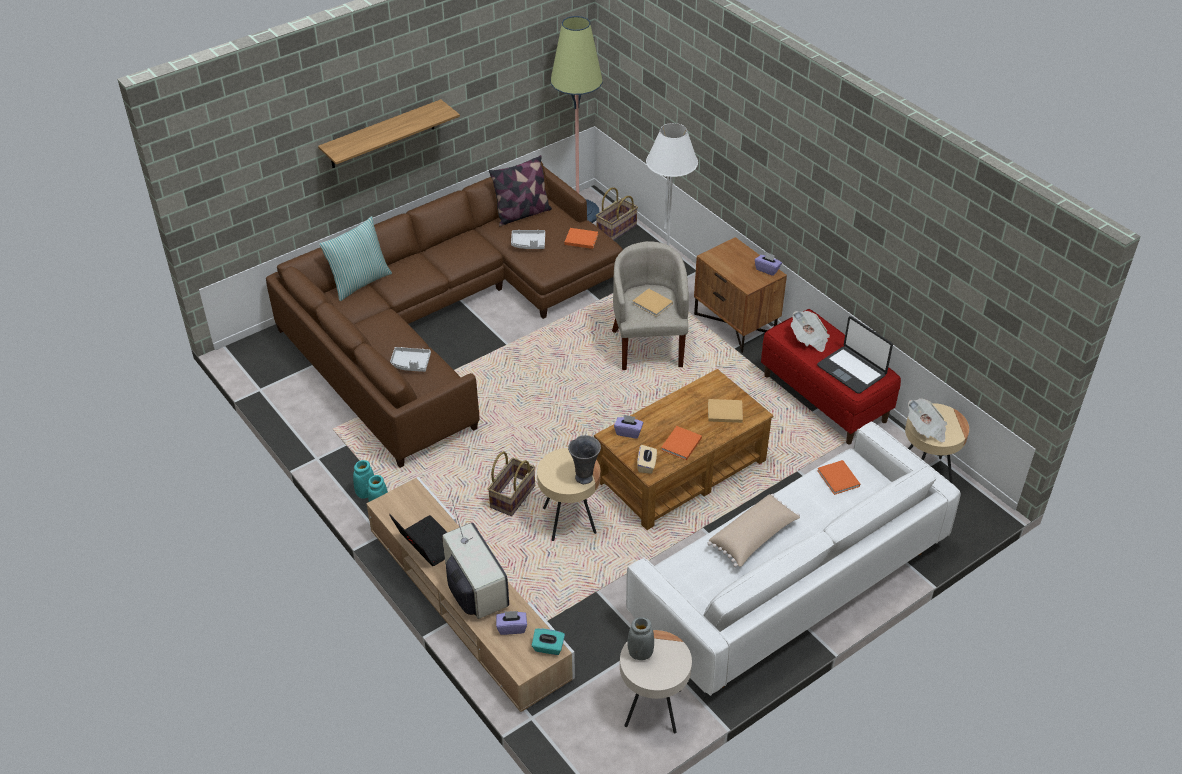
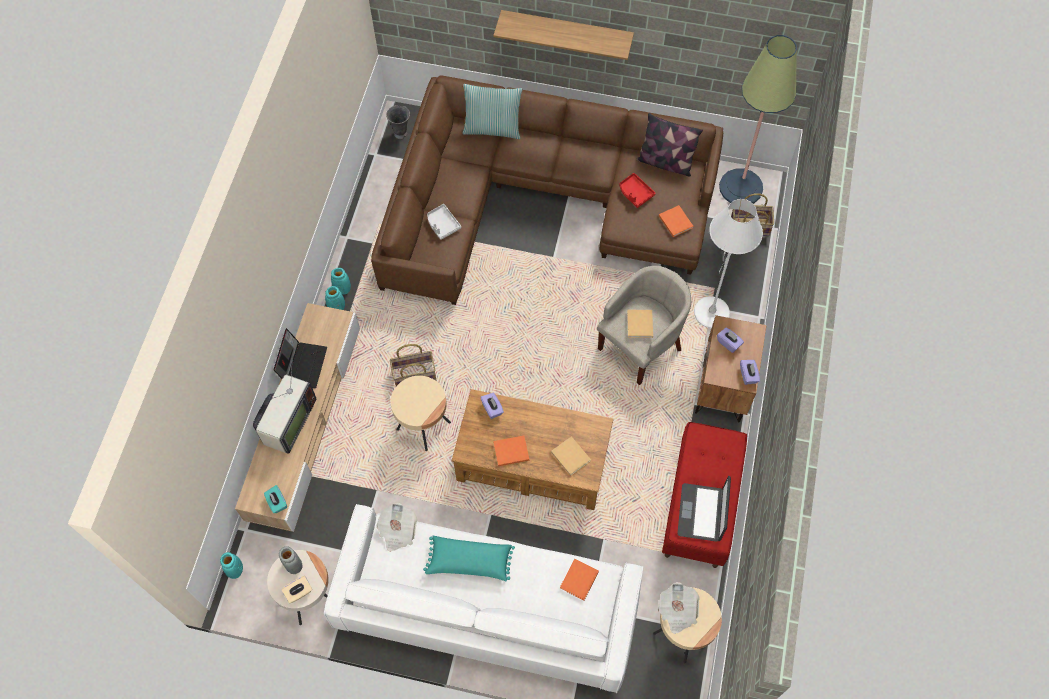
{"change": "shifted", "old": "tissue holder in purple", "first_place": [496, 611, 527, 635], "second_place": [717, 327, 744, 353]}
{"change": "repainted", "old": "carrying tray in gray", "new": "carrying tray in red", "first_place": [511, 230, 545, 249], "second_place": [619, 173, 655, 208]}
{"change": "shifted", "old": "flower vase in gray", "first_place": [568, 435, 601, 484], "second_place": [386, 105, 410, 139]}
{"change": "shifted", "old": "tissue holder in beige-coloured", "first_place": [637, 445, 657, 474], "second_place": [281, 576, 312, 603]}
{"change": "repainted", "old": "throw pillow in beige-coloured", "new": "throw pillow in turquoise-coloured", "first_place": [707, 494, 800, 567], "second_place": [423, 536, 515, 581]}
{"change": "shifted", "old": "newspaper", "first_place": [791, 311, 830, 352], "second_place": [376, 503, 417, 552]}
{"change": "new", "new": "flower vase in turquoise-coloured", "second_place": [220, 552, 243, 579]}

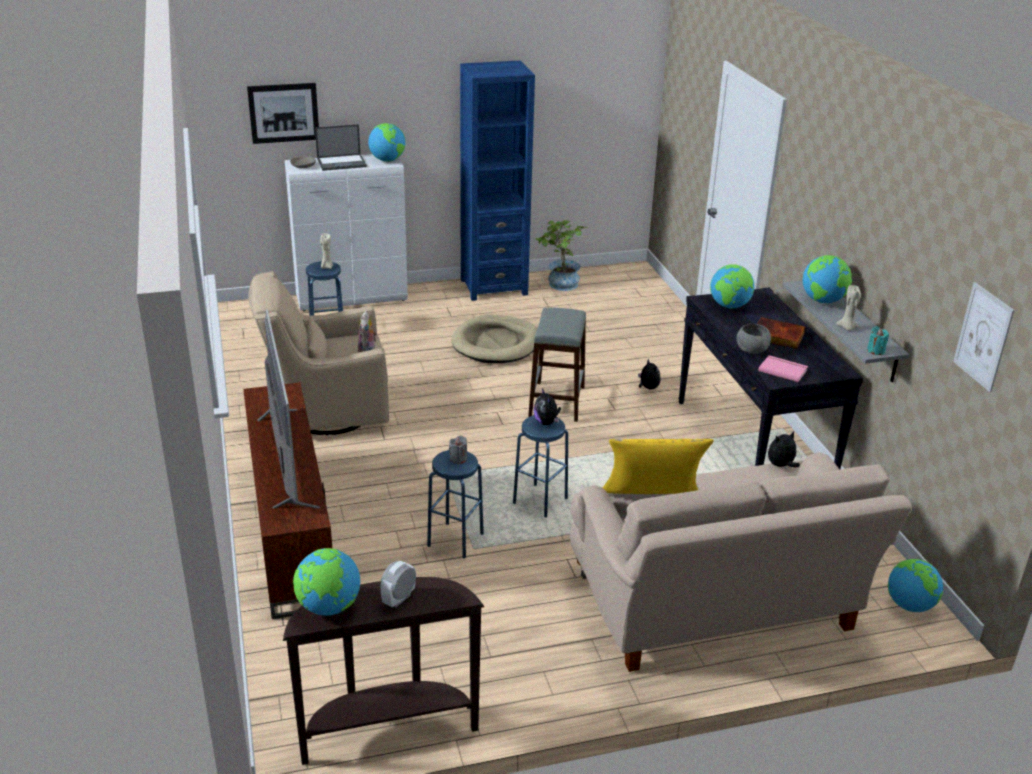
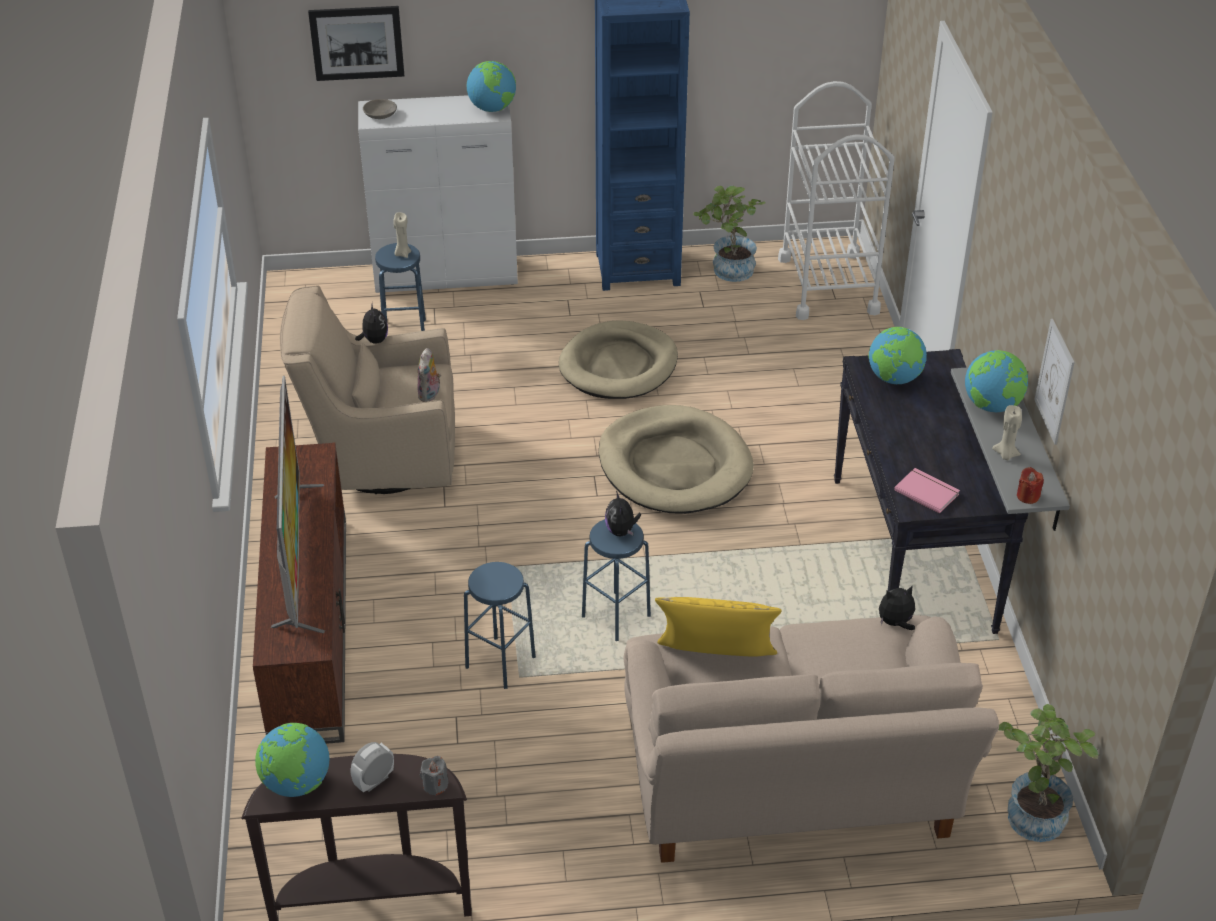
{"change": "gone", "old": "portable computer", "first_place": [315, 124, 367, 171]}
{"change": "shifted", "old": "wax light in gray", "first_place": [449, 436, 467, 464], "second_place": [420, 756, 449, 796]}
{"change": "swapped", "old": "stool in gray", "new": "dog cushion in beige-coloured", "first_place": [528, 307, 586, 422], "second_place": [599, 405, 754, 514]}
{"change": "shifted", "old": "cuddly toy", "first_place": [638, 359, 660, 389], "second_place": [355, 302, 388, 343]}
{"change": "gone", "old": "bowl in gray", "first_place": [737, 324, 771, 354]}
{"change": "gone", "old": "bound book", "first_place": [758, 317, 806, 349]}
{"change": "repainted", "old": "wax light in turquoise-coloured", "new": "wax light in red", "first_place": [867, 326, 889, 355], "second_place": [1017, 467, 1044, 504]}
{"change": "swapped", "old": "desk globe", "new": "plant in a pot", "first_place": [888, 559, 943, 612], "second_place": [998, 704, 1098, 842]}
{"change": "shifted", "old": "wall art", "first_place": [953, 282, 1014, 392], "second_place": [1034, 319, 1075, 444]}
{"change": "new", "new": "wheeled cart in white-coloured", "second_place": [778, 81, 895, 320]}

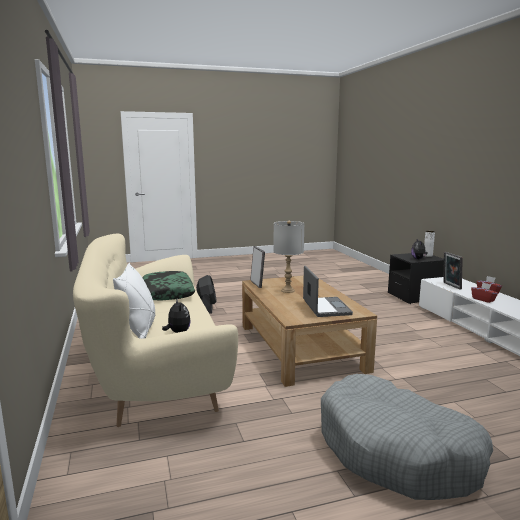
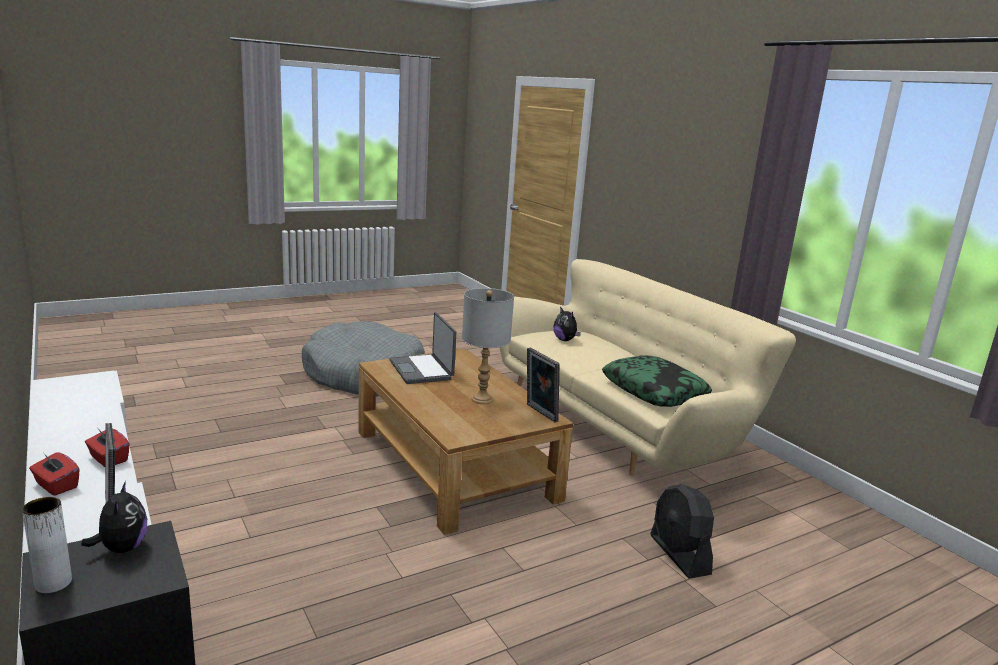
{"change": "gone", "old": "throw pillow in white-coloured", "first_place": [113, 263, 155, 339]}

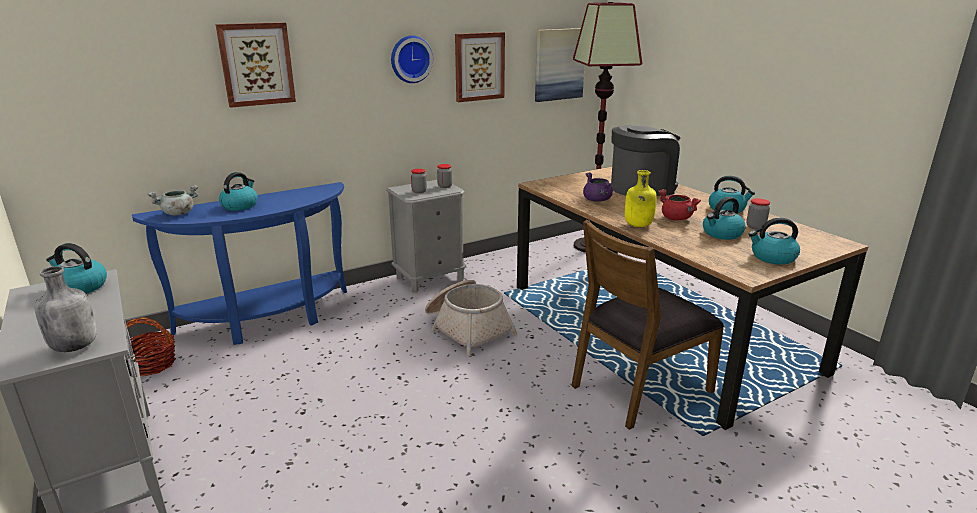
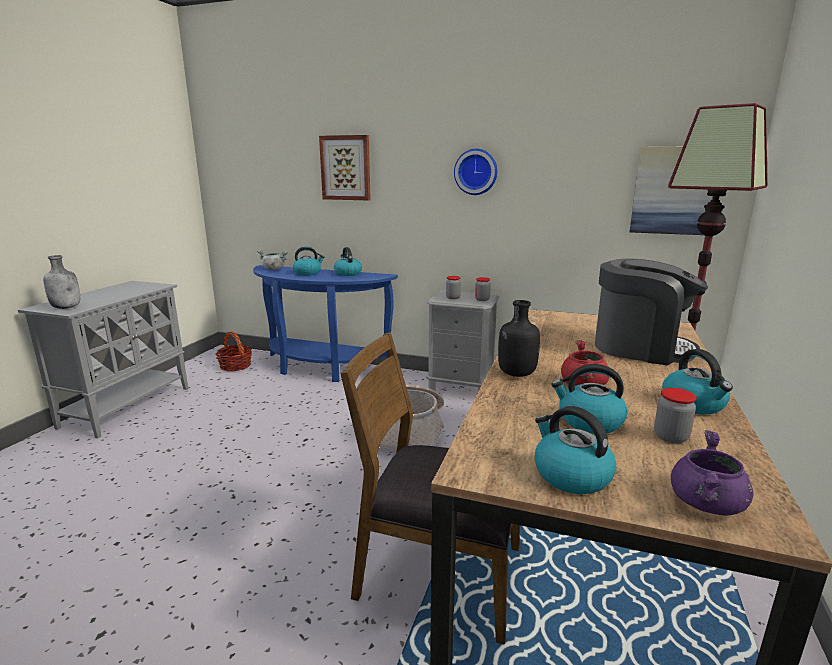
{"change": "shifted", "old": "kettle", "first_place": [46, 243, 107, 294], "second_place": [334, 247, 362, 276]}
{"change": "gone", "old": "wall art", "first_place": [455, 32, 505, 102]}
{"change": "shifted", "old": "cooking pot in purple", "first_place": [583, 172, 613, 201], "second_place": [671, 430, 754, 516]}
{"change": "repainted", "old": "bottle in yellow", "new": "bottle in black-coloured", "first_place": [625, 170, 657, 227], "second_place": [498, 300, 540, 377]}

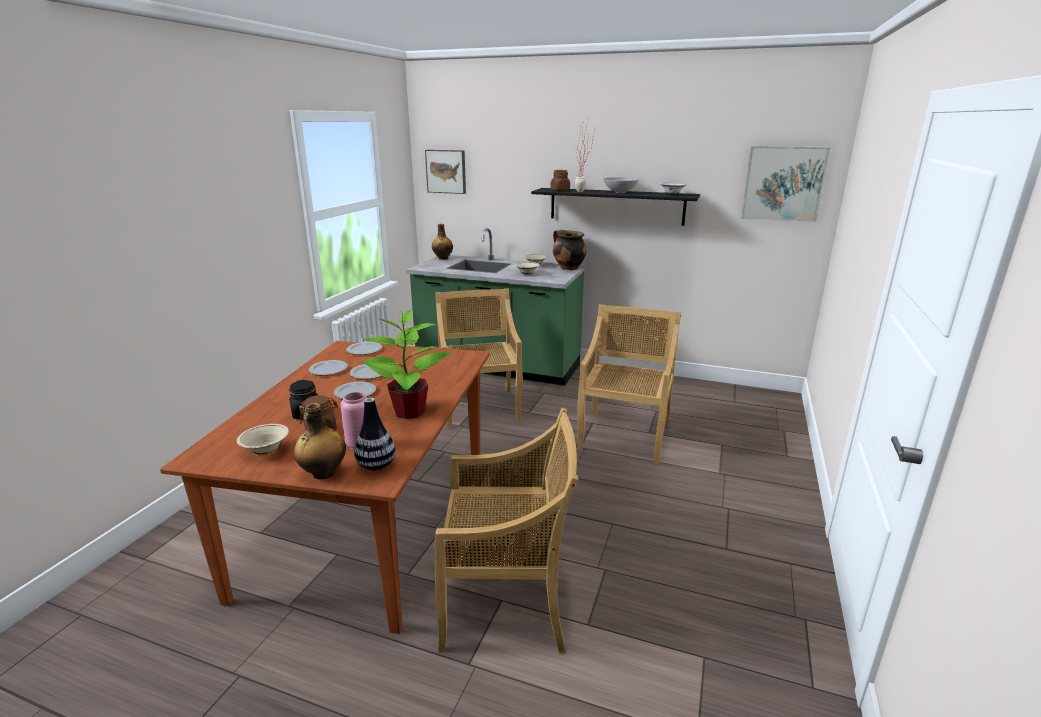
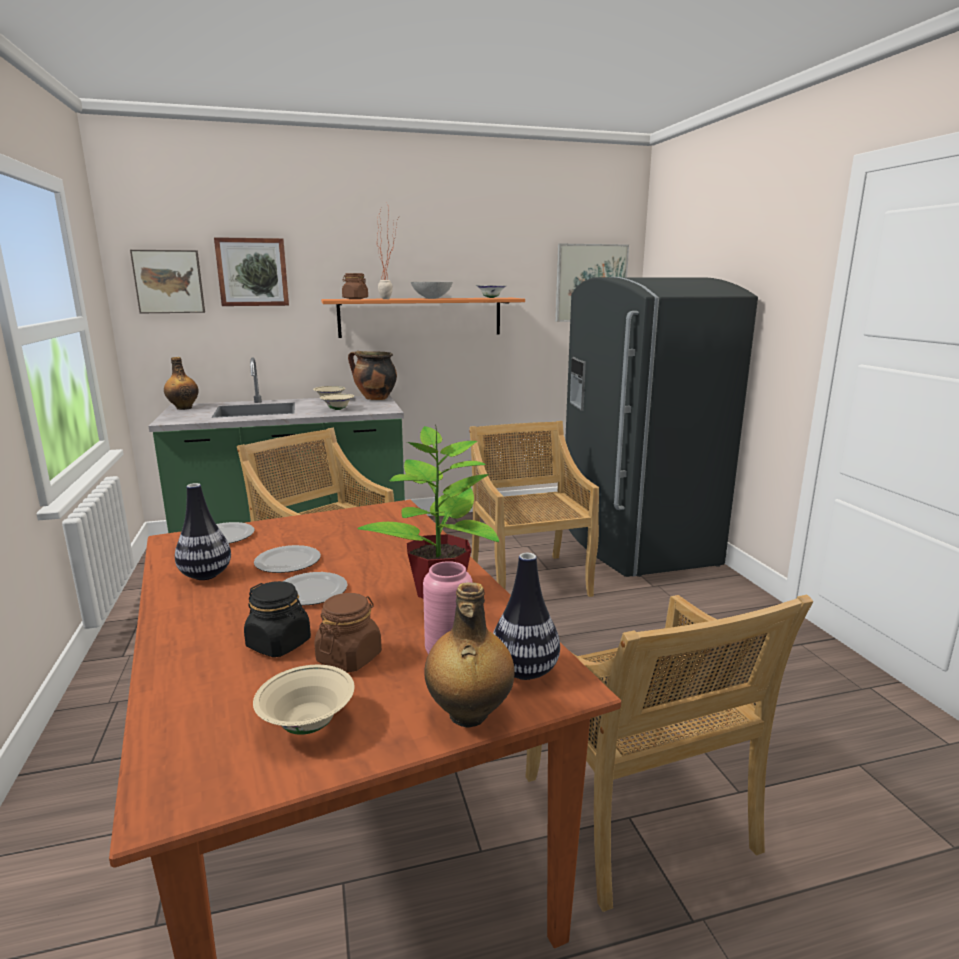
{"change": "swapped", "old": "flat dish", "new": "flower vase", "first_place": [308, 360, 348, 376], "second_place": [175, 483, 231, 580]}
{"change": "rotated", "old": "plain chair in beige-coloured", "first_place": [435, 408, 578, 653], "second_place": [525, 595, 813, 912], "degrees": 105}
{"change": "repainted", "old": "wall shelf in black-coloured", "new": "wall shelf in orangey", "first_place": [531, 188, 700, 226], "second_place": [321, 298, 525, 338]}
{"change": "new", "new": "wall art", "second_place": [214, 237, 289, 306]}
{"change": "new", "new": "fridge in gray", "second_place": [565, 277, 758, 577]}

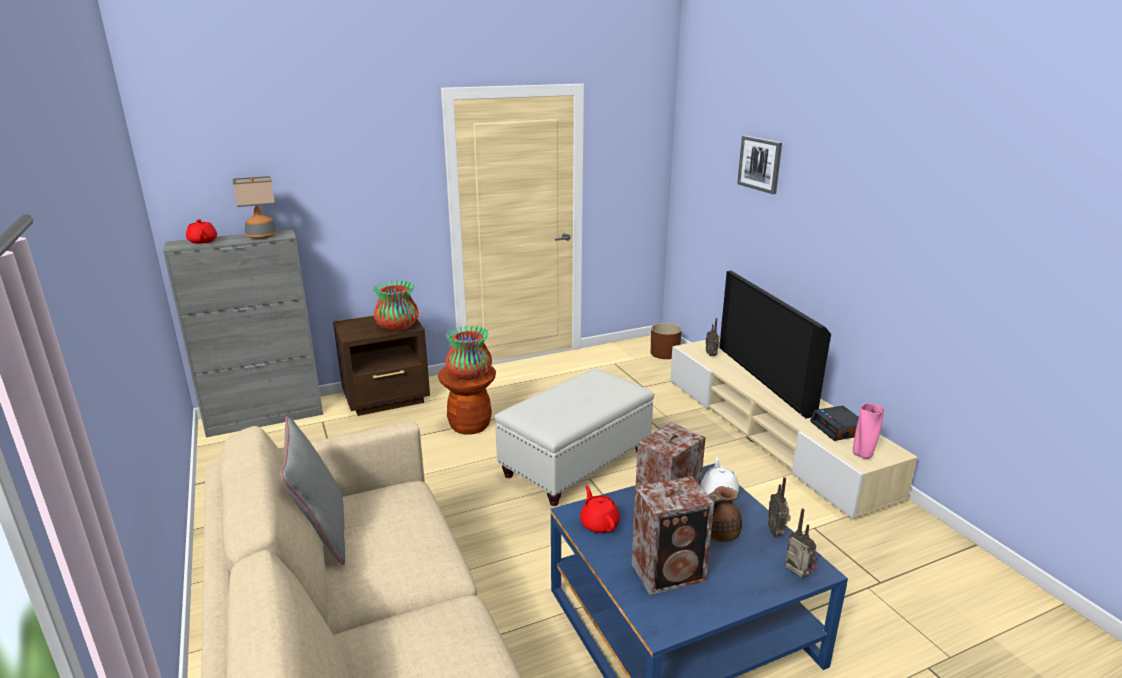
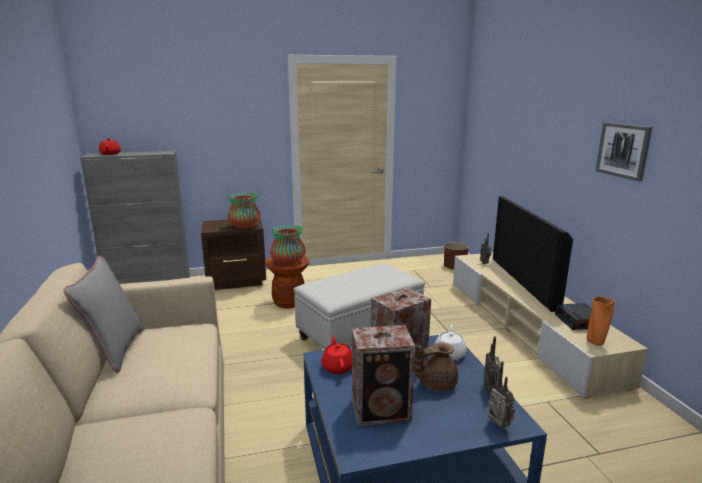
{"change": "gone", "old": "lamp for a table", "first_place": [233, 176, 277, 239]}
{"change": "shifted", "old": "wall art", "first_place": [737, 136, 782, 194], "second_place": [596, 122, 652, 181]}
{"change": "repainted", "old": "flower vase in pink-coloured", "new": "flower vase in orangey", "first_place": [853, 403, 884, 459], "second_place": [587, 296, 615, 346]}

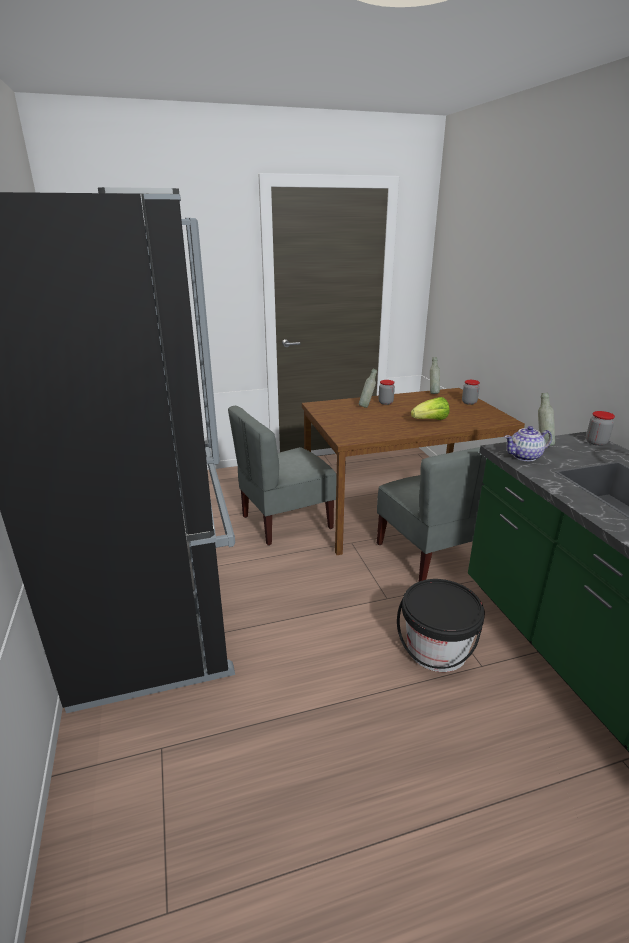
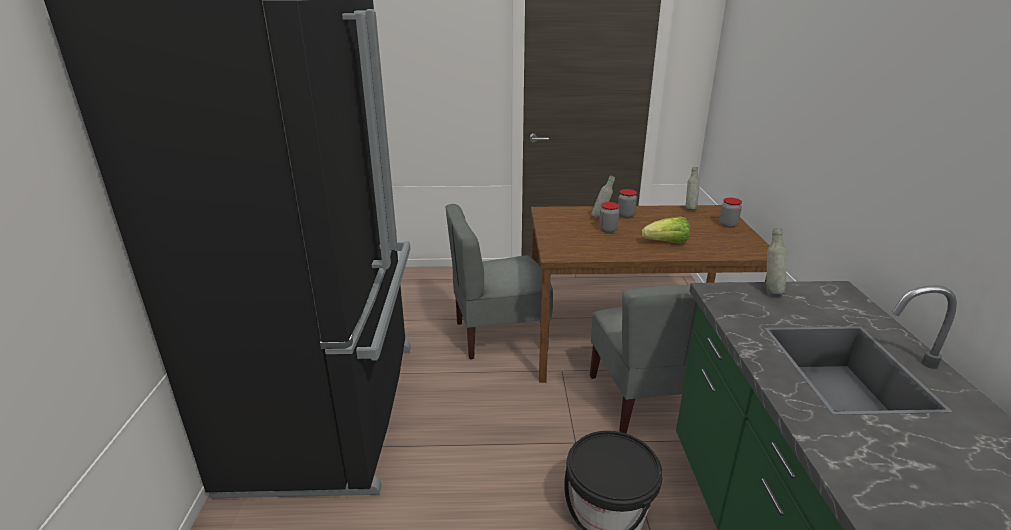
{"change": "gone", "old": "teapot", "first_place": [505, 426, 552, 461]}
{"change": "shifted", "old": "jar", "first_place": [586, 411, 615, 446], "second_place": [599, 202, 619, 233]}

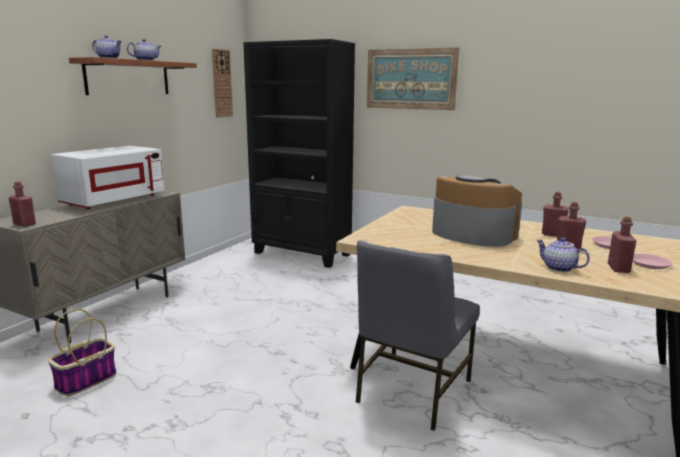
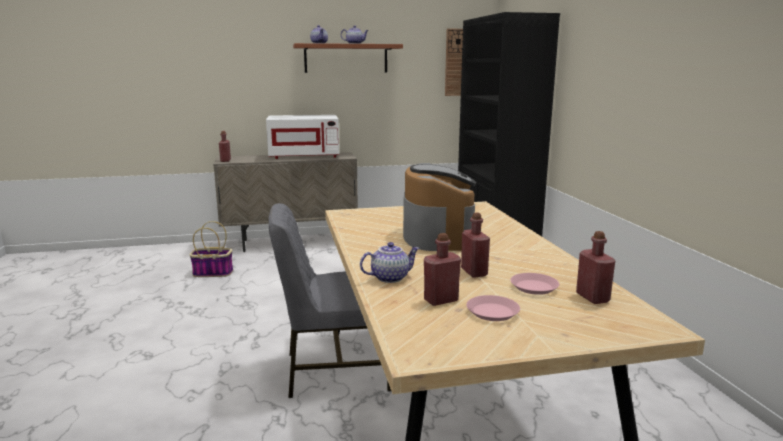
{"change": "gone", "old": "wall art", "first_place": [367, 48, 459, 110]}
{"change": "rotated", "old": "teapot", "first_place": [536, 237, 590, 272], "second_place": [360, 242, 420, 283], "degrees": 60}
{"change": "shifted", "old": "bottle in red", "first_place": [542, 192, 569, 237], "second_place": [576, 231, 615, 304]}

